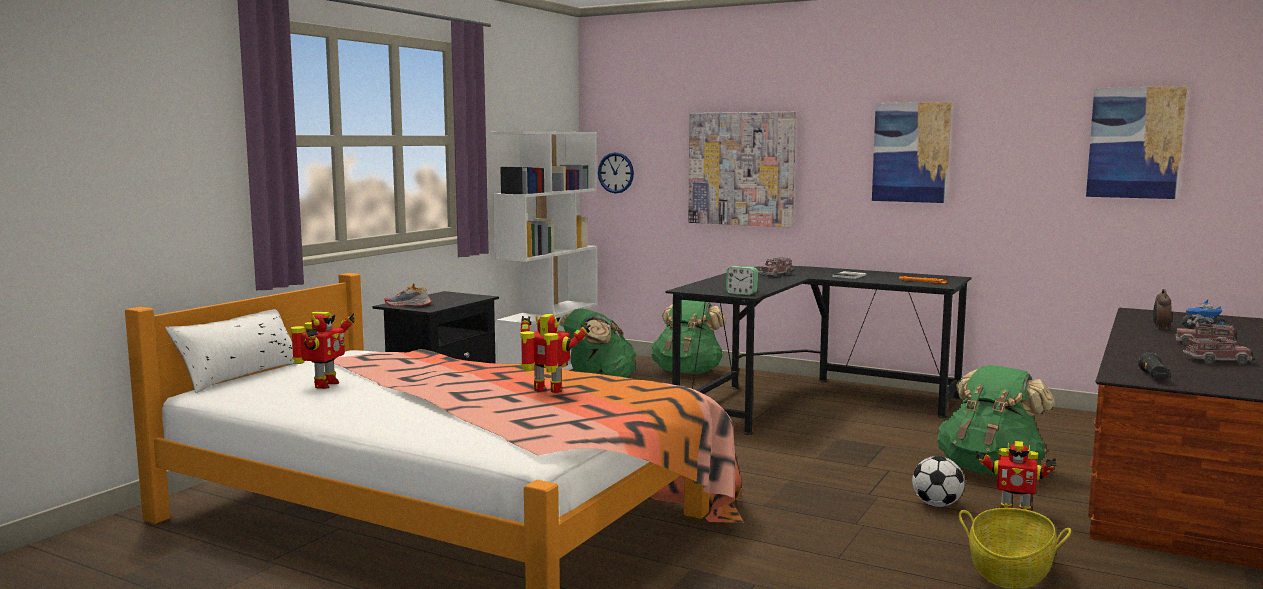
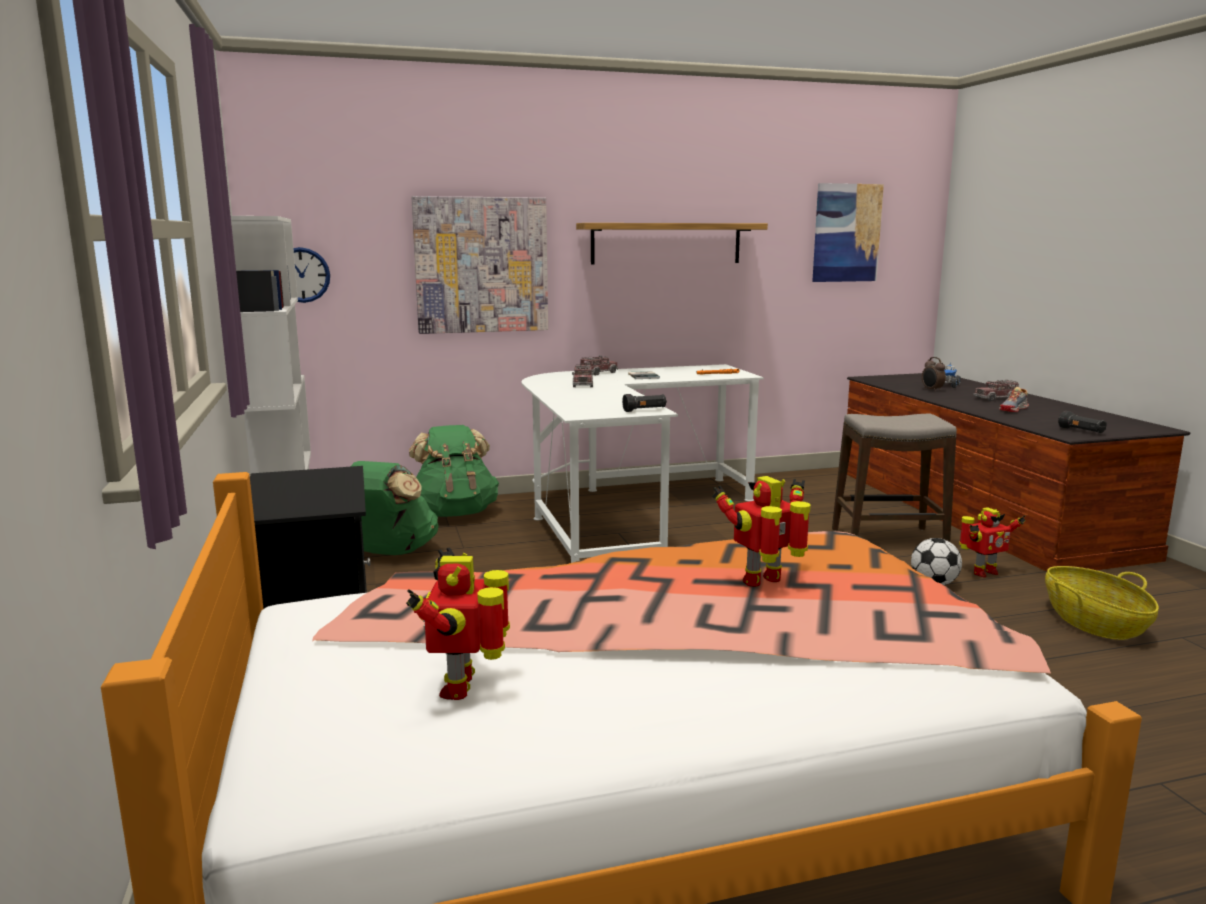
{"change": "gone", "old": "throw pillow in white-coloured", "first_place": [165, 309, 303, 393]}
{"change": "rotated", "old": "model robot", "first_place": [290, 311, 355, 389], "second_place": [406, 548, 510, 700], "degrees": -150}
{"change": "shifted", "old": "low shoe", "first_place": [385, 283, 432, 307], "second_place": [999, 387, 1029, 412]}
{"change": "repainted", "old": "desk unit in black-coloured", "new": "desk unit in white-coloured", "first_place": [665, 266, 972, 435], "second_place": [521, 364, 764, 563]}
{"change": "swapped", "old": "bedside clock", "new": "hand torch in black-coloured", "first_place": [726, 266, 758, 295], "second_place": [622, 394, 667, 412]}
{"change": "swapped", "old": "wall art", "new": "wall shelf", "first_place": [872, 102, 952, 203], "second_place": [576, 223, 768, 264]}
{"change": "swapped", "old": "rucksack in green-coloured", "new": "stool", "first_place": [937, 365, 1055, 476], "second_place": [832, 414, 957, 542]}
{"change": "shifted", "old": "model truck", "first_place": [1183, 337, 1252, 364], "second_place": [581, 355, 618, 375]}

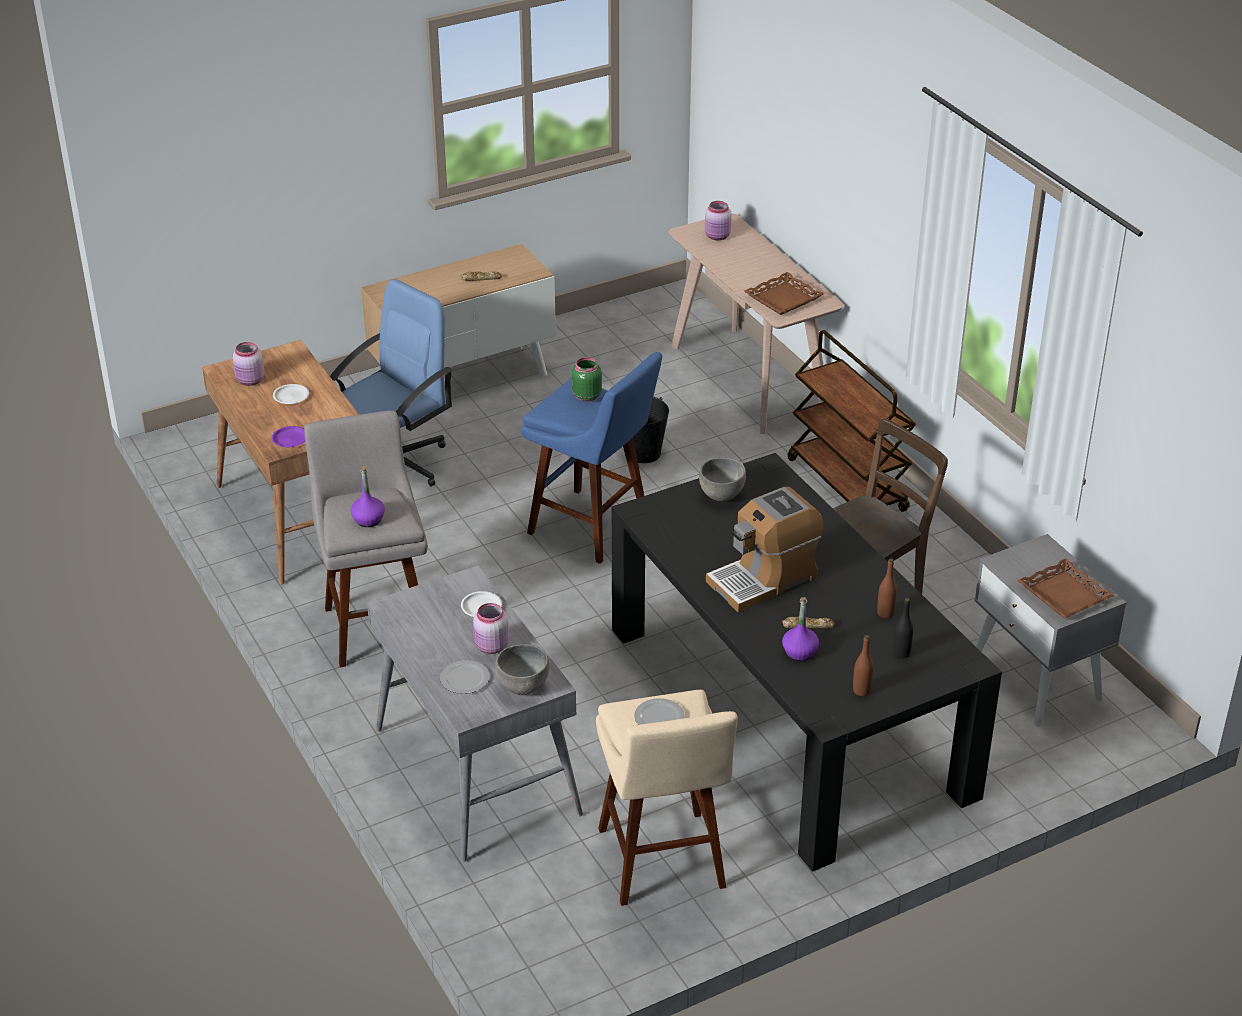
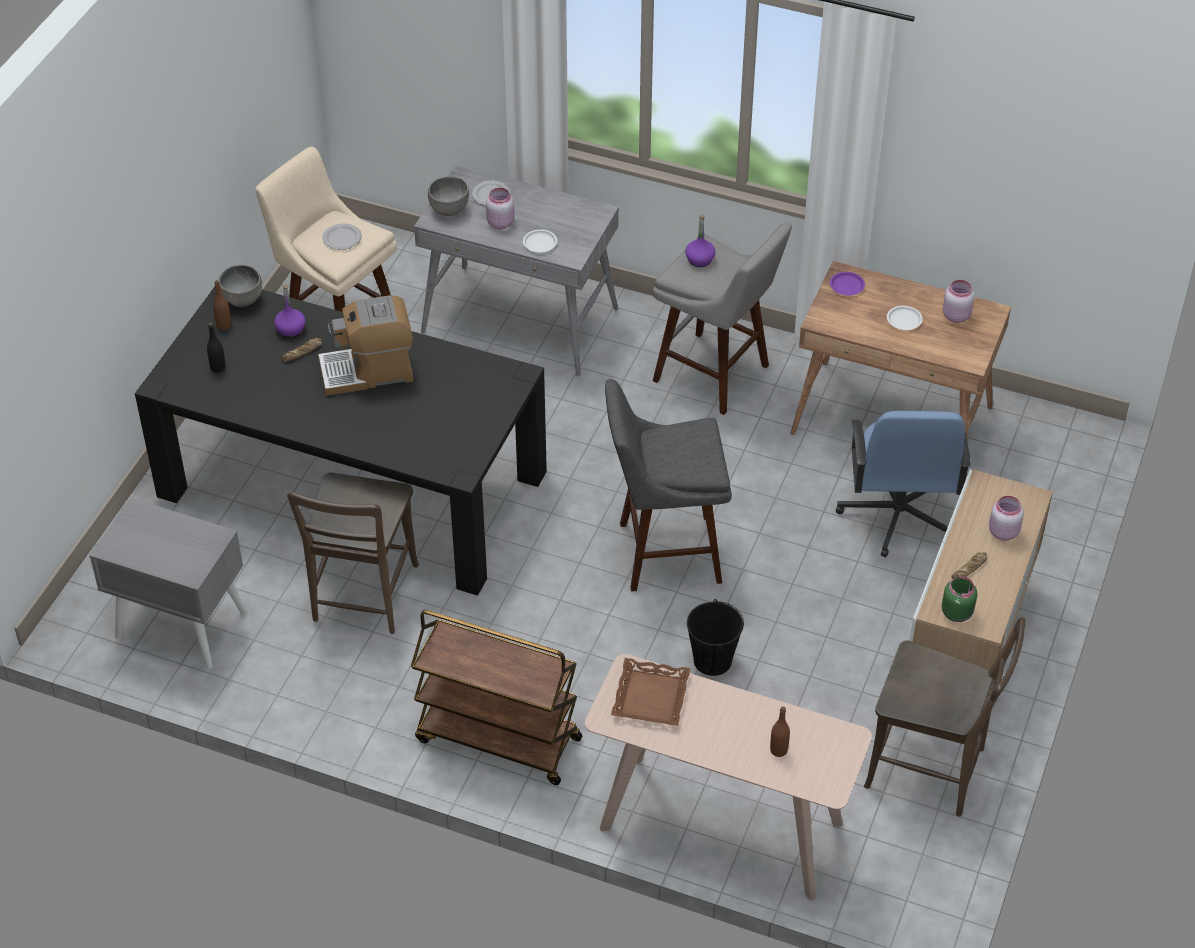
{"change": "repainted", "old": "stool in blue", "new": "stool in gray", "first_place": [521, 352, 662, 564], "second_place": [605, 379, 732, 592]}
{"change": "shifted", "old": "jar in green-coloured", "first_place": [572, 357, 602, 402], "second_place": [942, 576, 977, 622]}
{"change": "shifted", "old": "bowl in gray", "first_place": [699, 458, 746, 501], "second_place": [218, 265, 262, 307]}
{"change": "shifted", "old": "jar in pink-coloured", "first_place": [705, 201, 732, 240], "second_place": [989, 496, 1024, 541]}
{"change": "rotated", "old": "coffee brewer", "first_place": [706, 487, 824, 612], "second_place": [318, 295, 414, 396], "degrees": -120}
{"change": "shifted", "old": "bottle in brown-coloured", "first_place": [877, 559, 897, 619], "second_place": [770, 706, 790, 757]}
{"change": "gone", "old": "carrying tray in brown-coloured", "first_place": [1018, 558, 1114, 619]}
{"change": "new", "new": "plain chair in brown-coloured", "second_place": [864, 617, 1025, 816]}

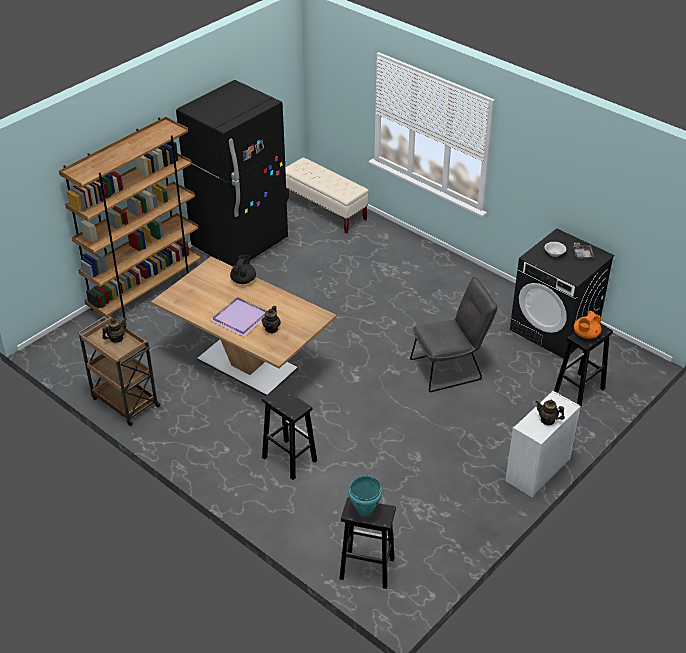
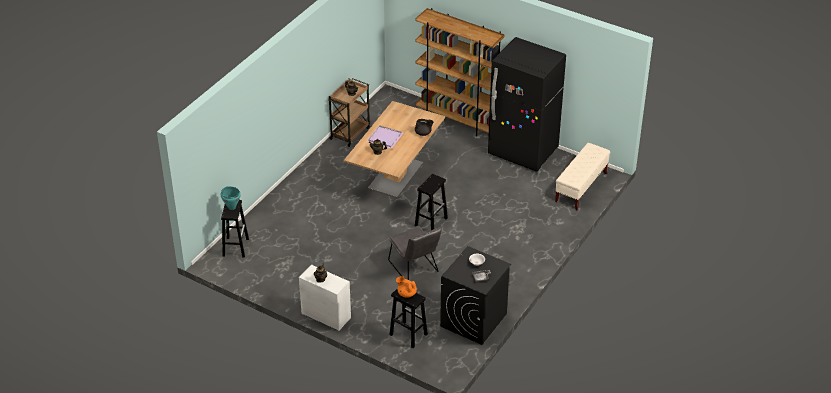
{"change": "shifted", "old": "stool in black-coloured", "first_place": [262, 386, 317, 480], "second_place": [415, 174, 448, 230]}

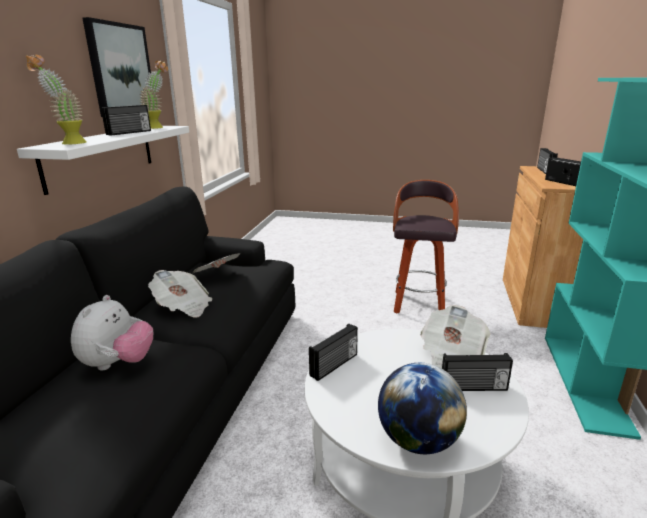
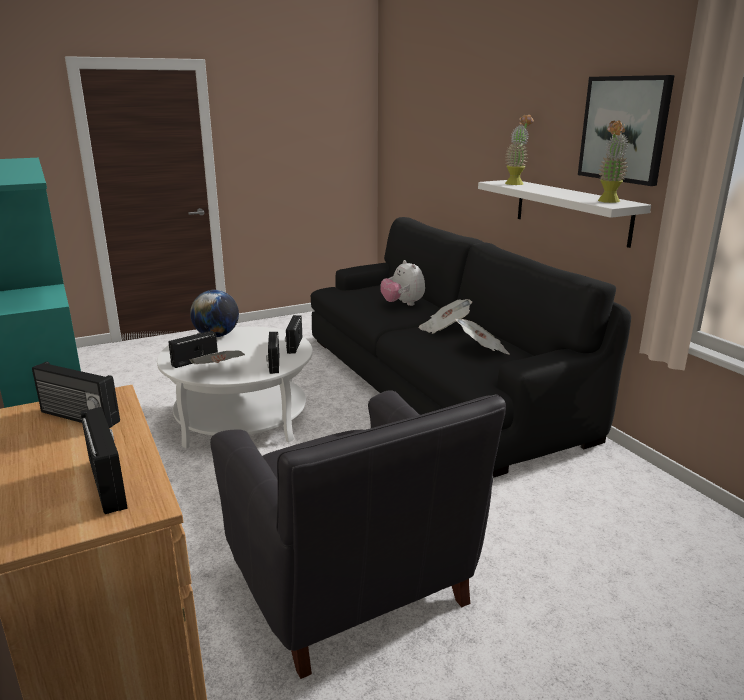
{"change": "shifted", "old": "radio receiver", "first_place": [101, 105, 151, 136], "second_place": [266, 332, 279, 374]}
{"change": "swapped", "old": "stool", "new": "easy chair in black-coloured", "first_place": [393, 180, 459, 314], "second_place": [210, 390, 506, 679]}

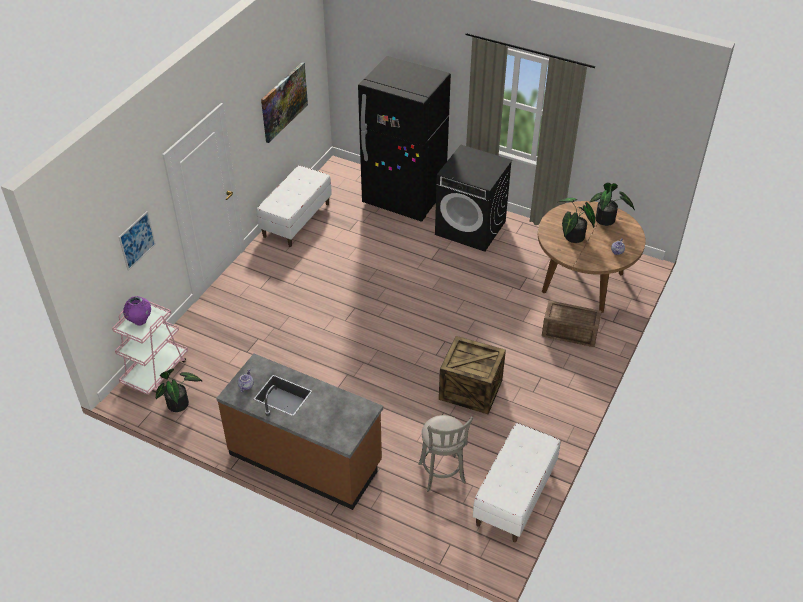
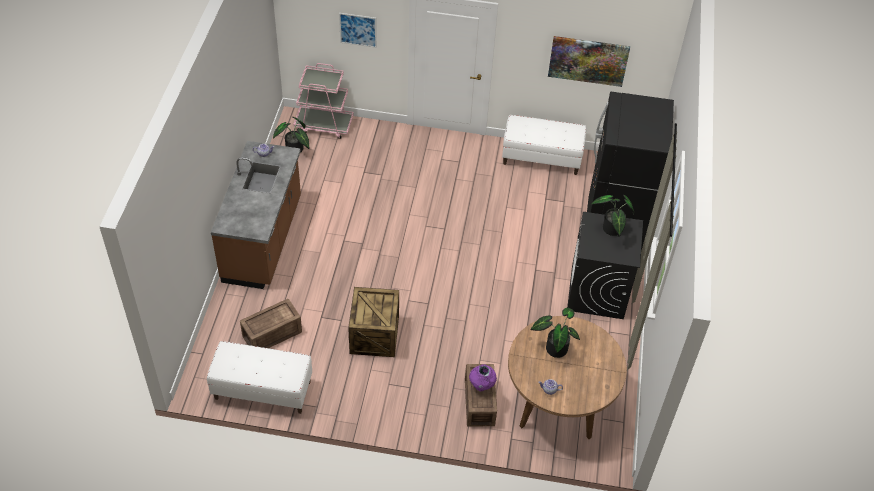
{"change": "shifted", "old": "flower vase in purple", "first_place": [123, 296, 151, 326], "second_place": [469, 364, 497, 391]}
{"change": "swapped", "old": "stool in gray", "new": "packing crate", "first_place": [418, 415, 473, 492], "second_place": [240, 299, 302, 348]}
{"change": "shifted", "old": "plant in a pot", "first_place": [589, 182, 635, 226], "second_place": [591, 195, 634, 236]}

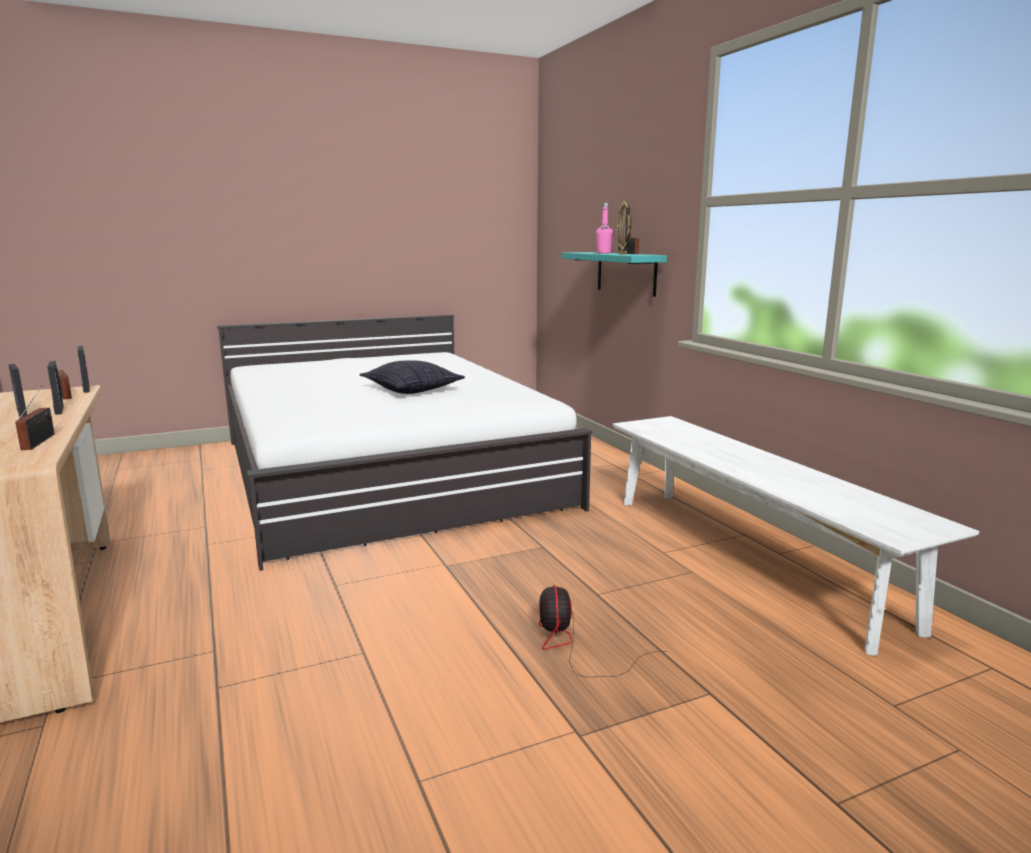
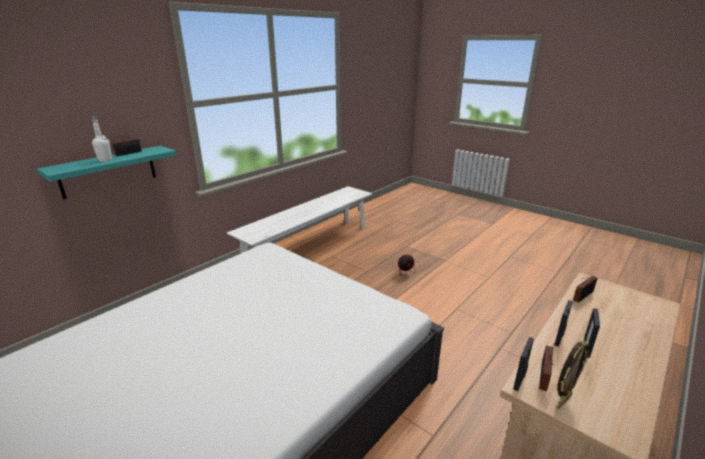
{"change": "gone", "old": "throw pillow", "first_place": [360, 360, 465, 394]}
{"change": "repainted", "old": "bottle in pink-coloured", "new": "bottle in white-coloured", "first_place": [596, 202, 613, 253], "second_place": [91, 116, 112, 162]}
{"change": "shifted", "old": "picture frame", "first_place": [617, 201, 632, 255], "second_place": [557, 341, 589, 409]}

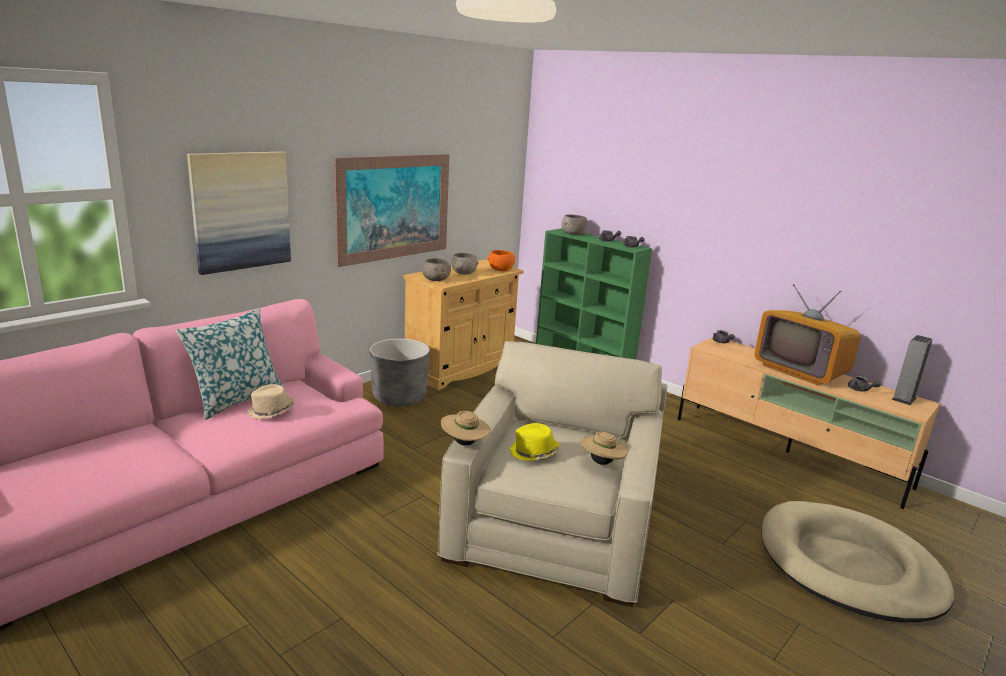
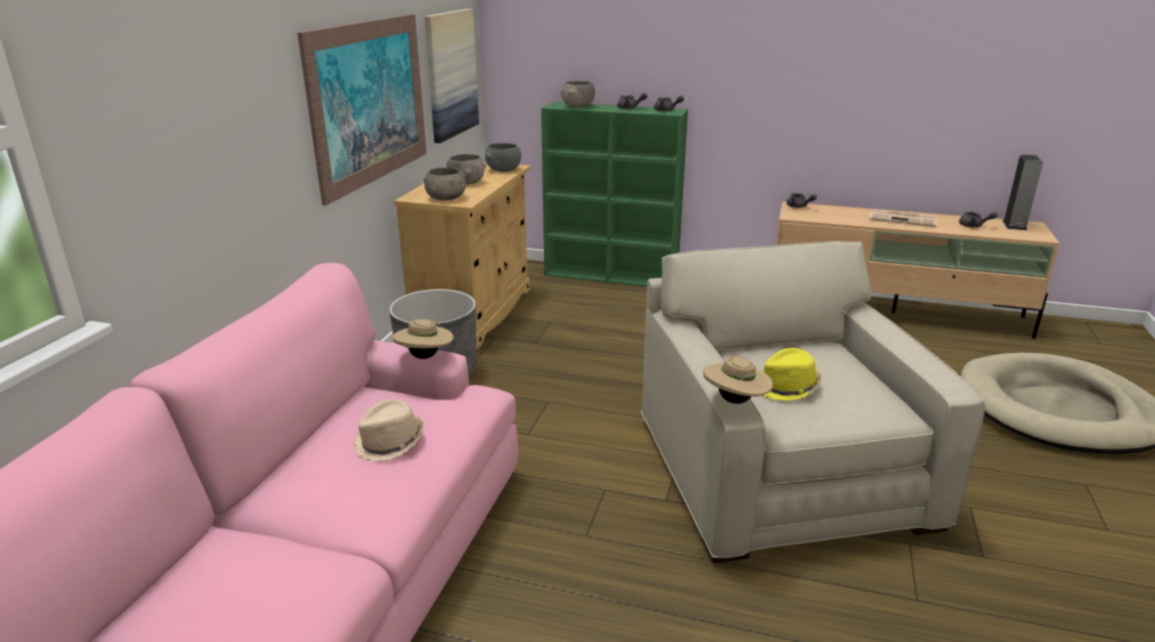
{"change": "gone", "old": "throw pillow", "first_place": [176, 308, 283, 420]}
{"change": "shifted", "old": "wall art", "first_place": [187, 152, 291, 275], "second_place": [425, 9, 479, 143]}
{"change": "repainted", "old": "bowl in orangey", "new": "bowl in gray", "first_place": [488, 250, 515, 271], "second_place": [485, 143, 521, 172]}
{"change": "shifted", "old": "hat in beige-coloured", "first_place": [580, 432, 628, 465], "second_place": [392, 319, 454, 359]}
{"change": "swapped", "old": "TV", "new": "newspaper", "first_place": [754, 284, 861, 386], "second_place": [869, 209, 937, 227]}

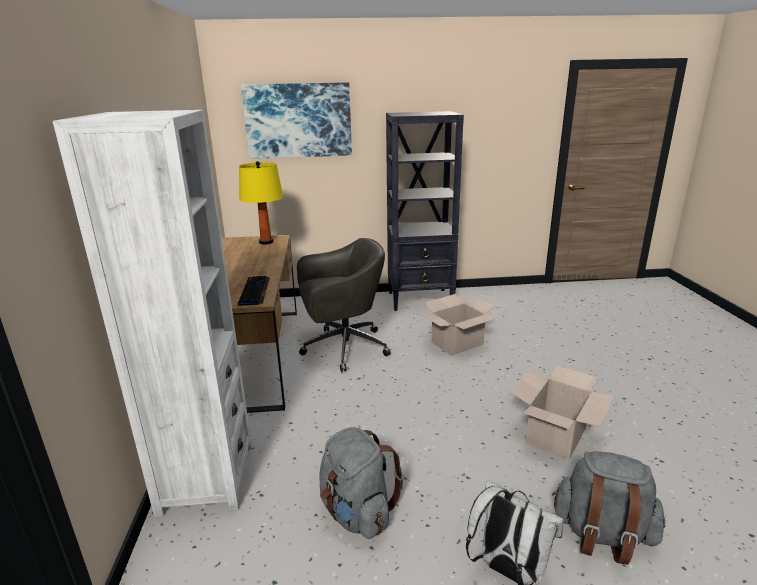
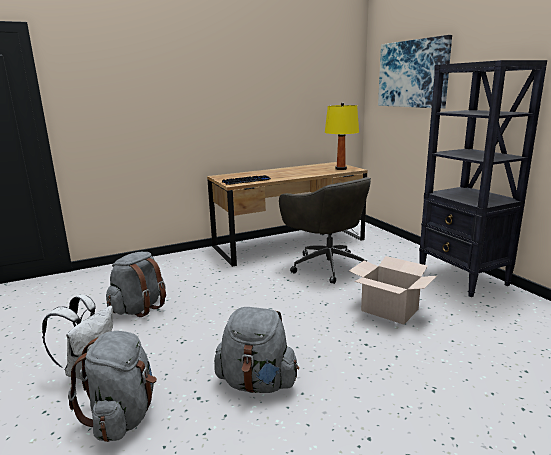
{"change": "gone", "old": "shelving unit in white-coloured", "first_place": [53, 110, 252, 517]}
{"change": "swapped", "old": "cardboard box", "new": "rucksack in gray", "first_place": [511, 366, 615, 460], "second_place": [214, 307, 299, 393]}

